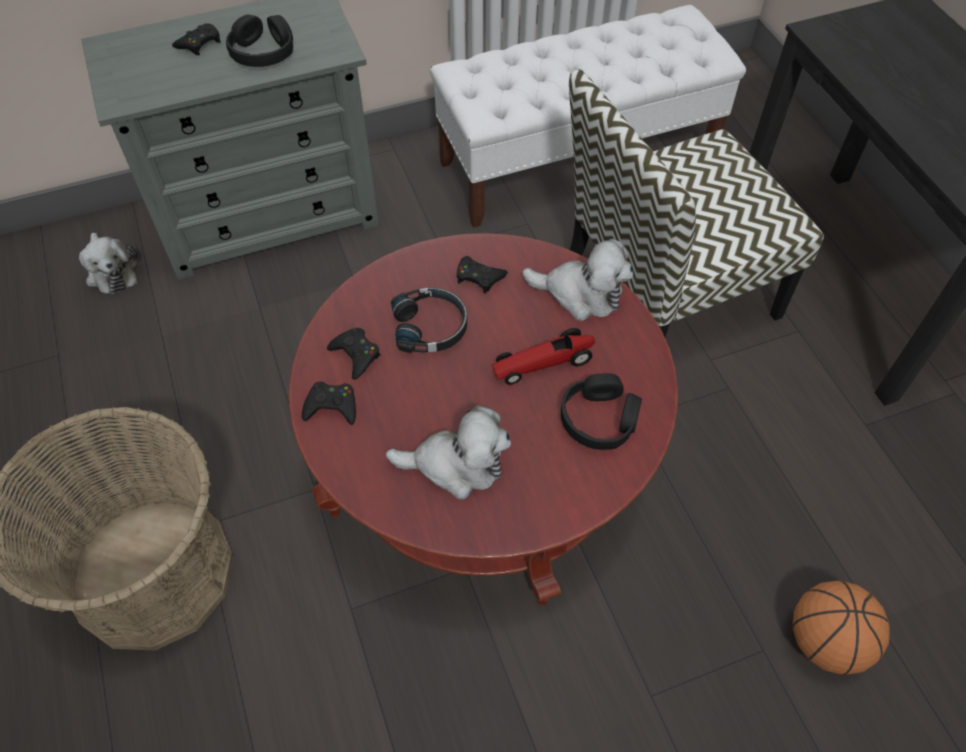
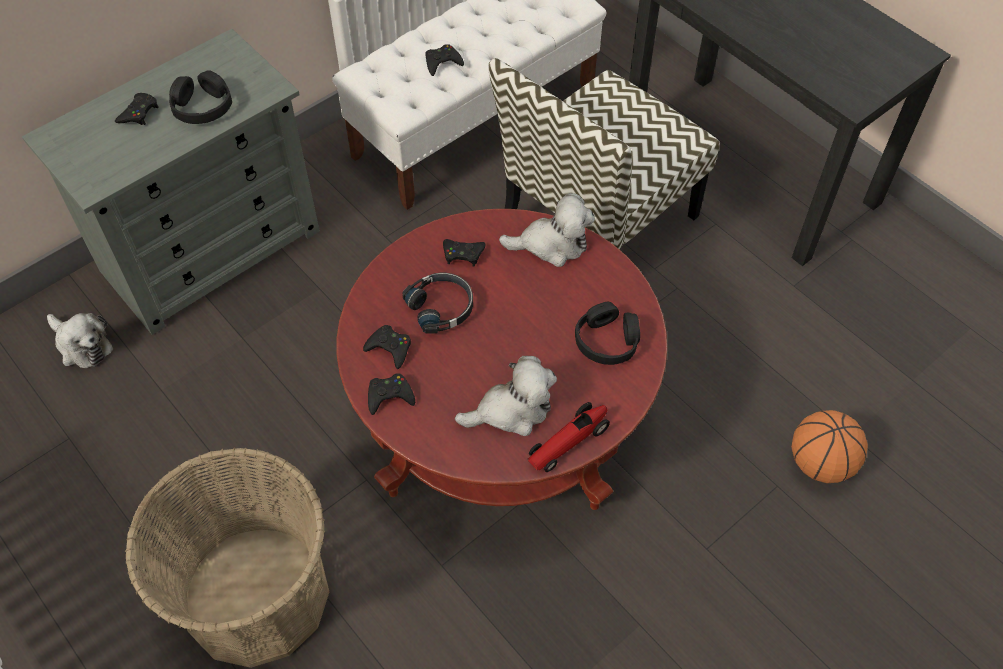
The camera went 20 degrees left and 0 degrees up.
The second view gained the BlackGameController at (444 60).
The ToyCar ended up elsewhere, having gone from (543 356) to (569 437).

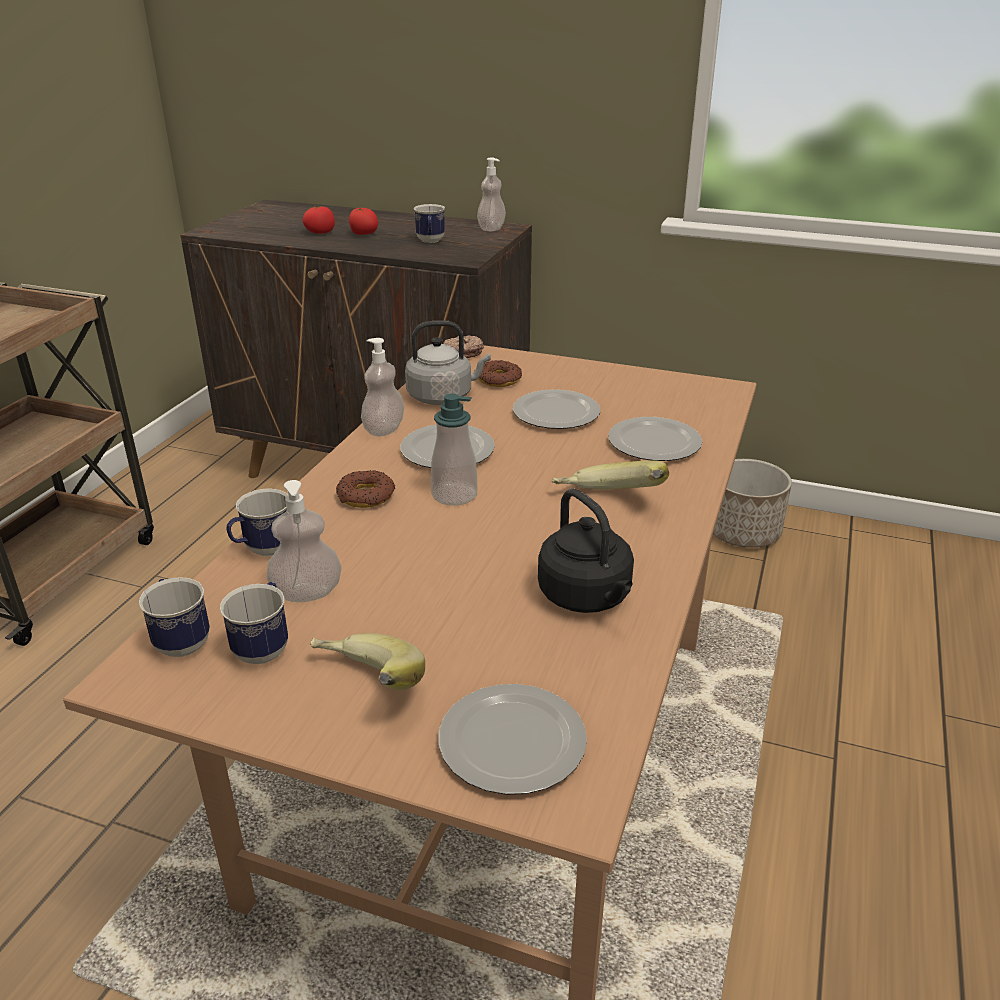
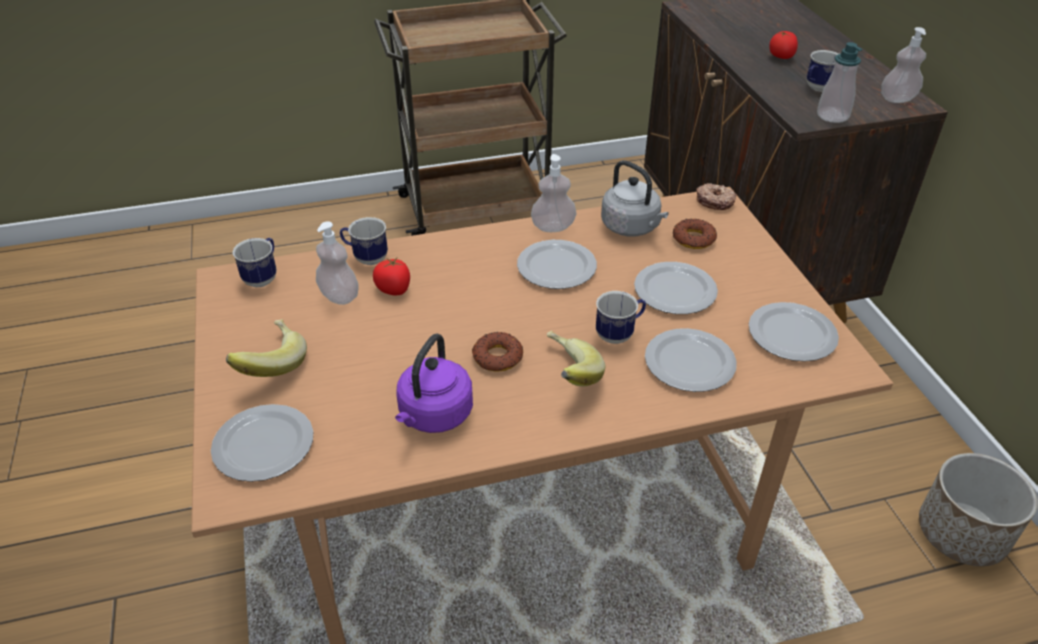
The camera went 55 degrees right and 10 degrees up.
The second view gained the Plate at (794 332).
The Mug ended up elsewhere, having gone from (254 623) to (621 317).
The Tomato ended up elsewhere, having gone from (318 219) to (391 276).
The Donut ended up elsewhere, having gone from (365 489) to (497 352).
The SoapDispenser ended up elsewhere, having gone from (454 450) to (839 82).
What was the BlackKettle at (586 551) turned into the PurpleKettle at (434 383).

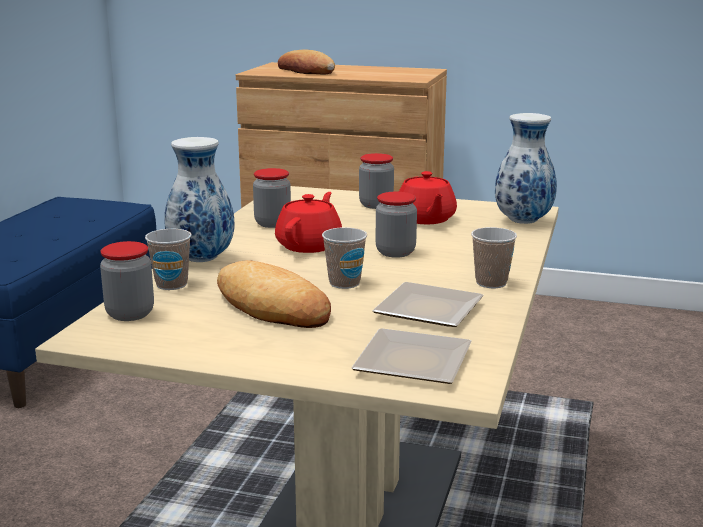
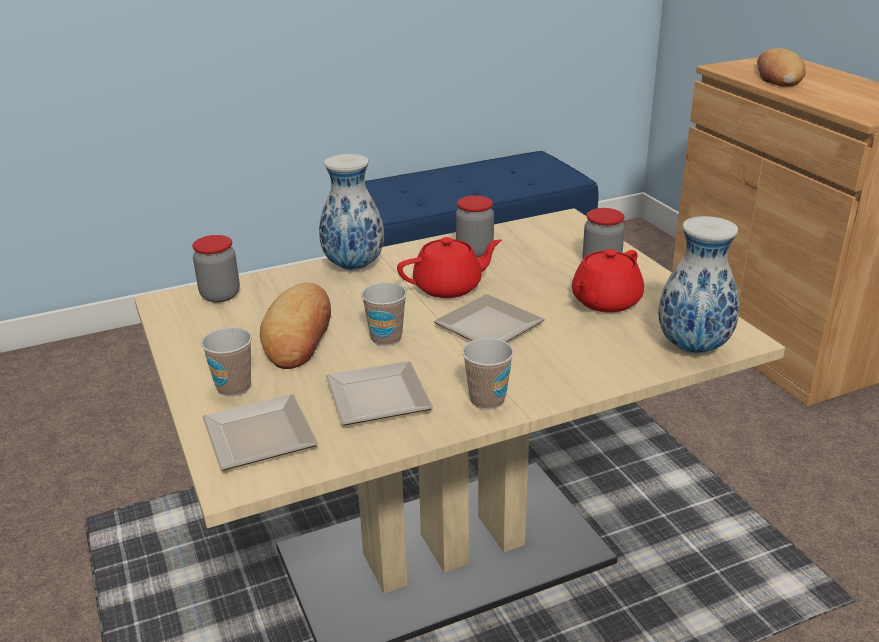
The camera went 50 degrees right and 10 degrees up.
The Cup ended up elsewhere, having gone from (168 259) to (226 362).
Where the Jar stood at (396 225), the Plate came to stand at (489 318).

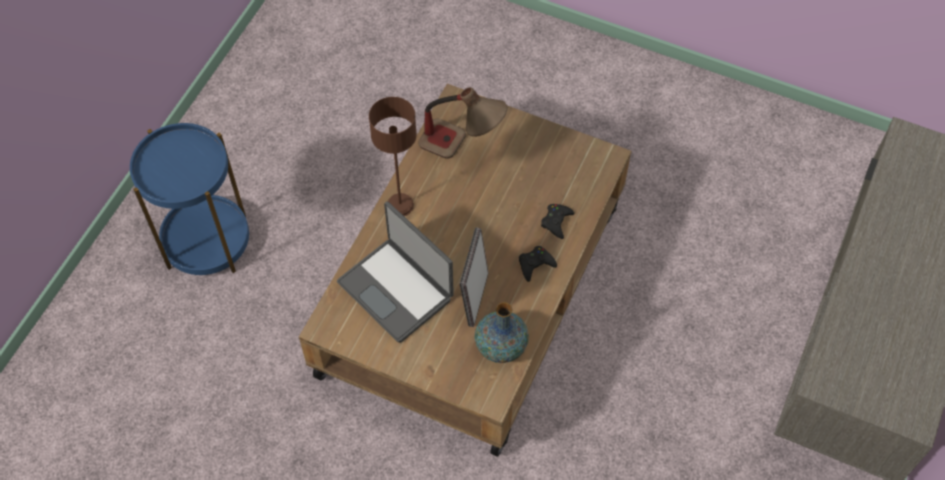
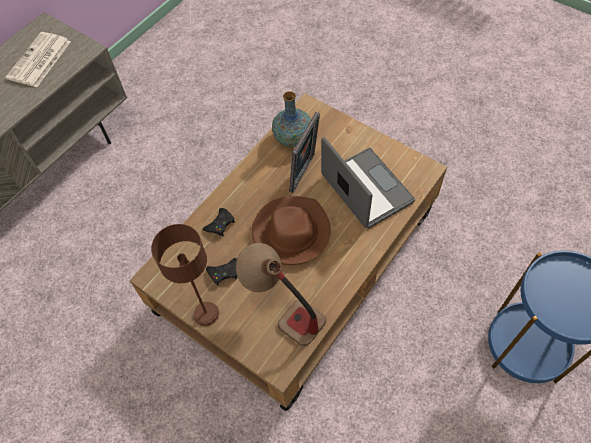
The camera went 165 degrees left and 0 degrees up.
The second view gained the Newspaper at (38 59).
The second view gained the BrownHat at (291 230).
The BrownTableLamp ended up elsewhere, having gone from (393 156) to (185 275).
The BlackGameController ended up elsewhere, having gone from (538 264) to (221 271).

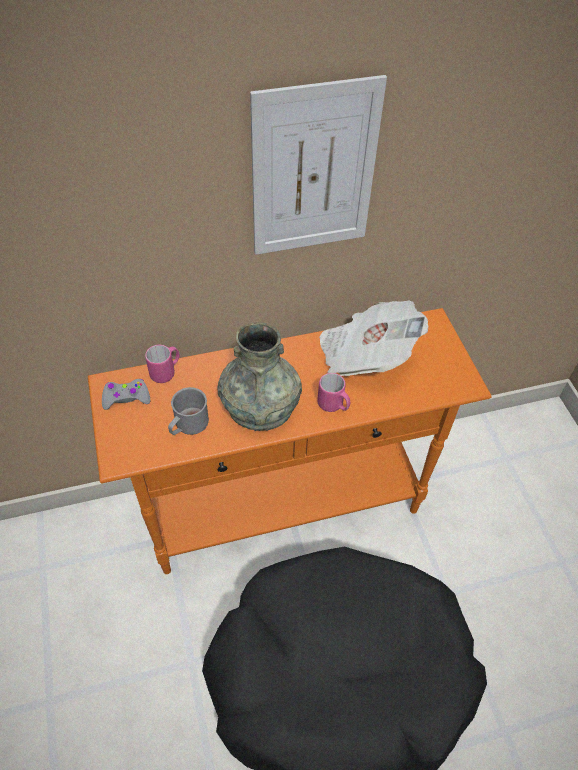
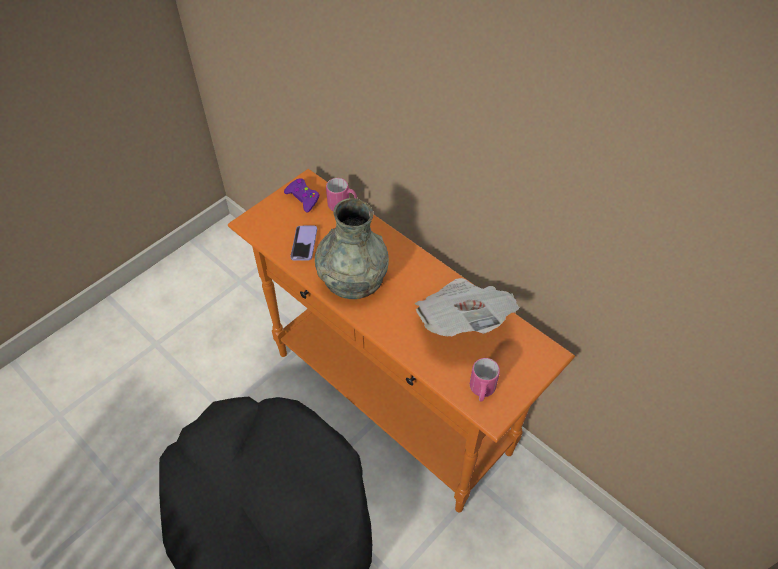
The camera went 60 degrees right and 0 degrees up.
The second view lost the Picture at (318 165).
The PinkMug ended up elsewhere, having gone from (333 392) to (485 379).
Where the GreyMug stood at (188 411), the Phone came to stand at (303 243).
What was the GreyGameController at (126 394) turned into the PurpleGameController at (302 195).

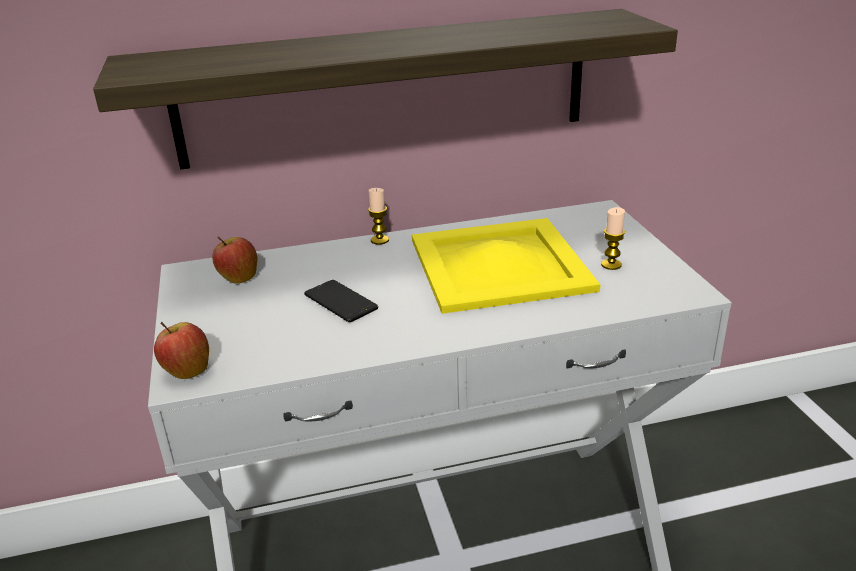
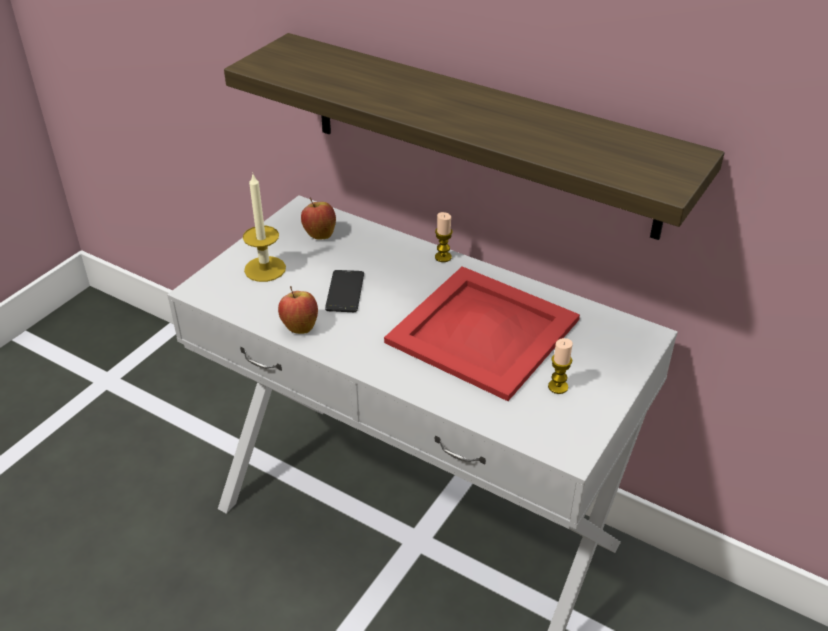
The camera went 45 degrees right and 10 degrees up.
The second view gained the Candle at (264 228).
The Apple ended up elsewhere, having gone from (181 350) to (298 310).
What was the YellowTray at (506 266) turned into the RedTray at (482 333).

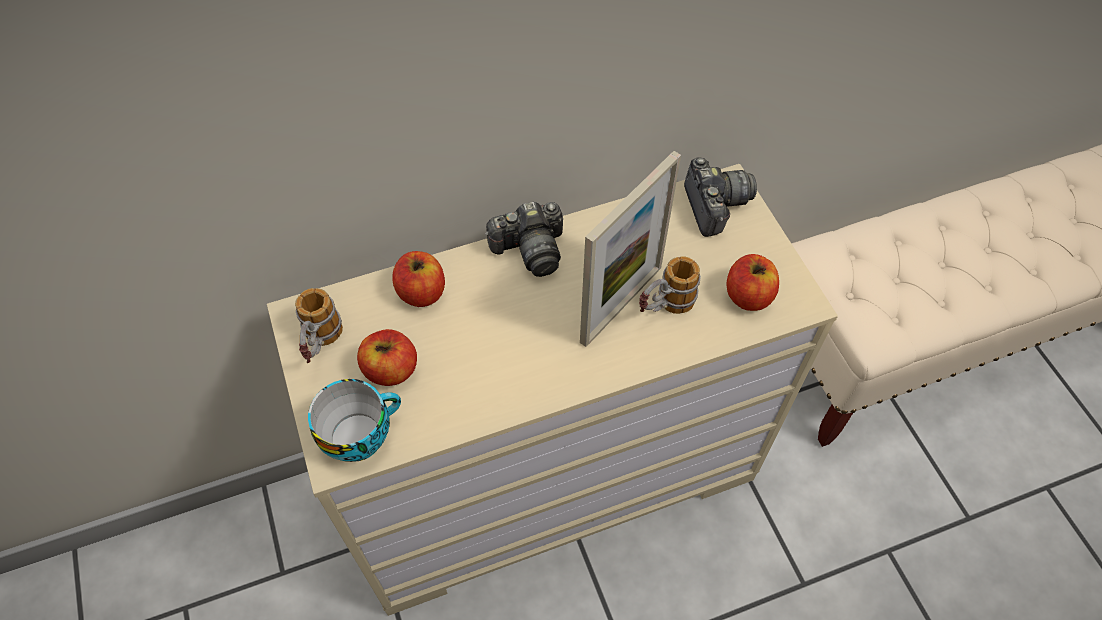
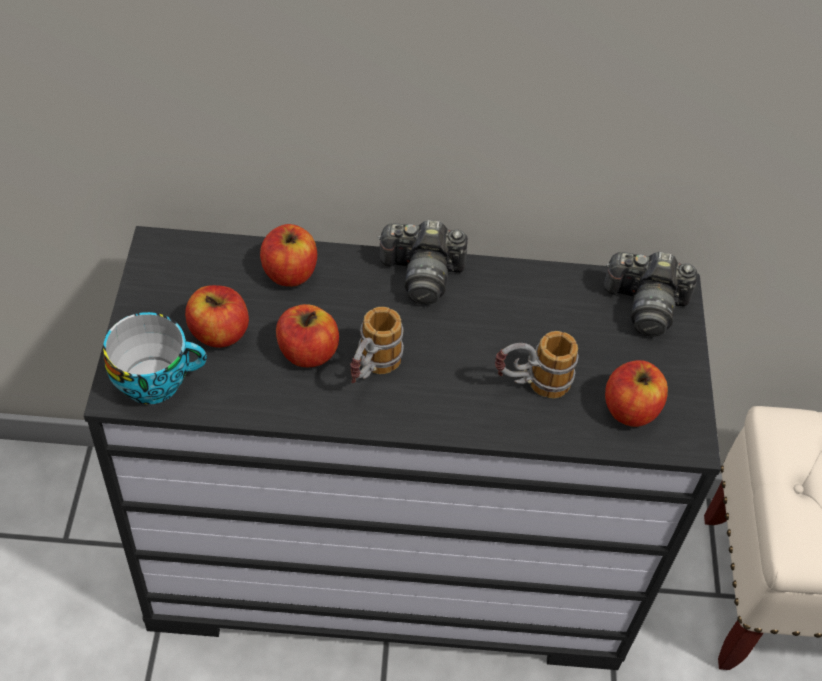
The camera went 20 degrees right and 5 degrees down.
The second view lost the PictureFrame at (630 249).
The second view gained the Apple at (307 335).
The Mug ended up elsewhere, having gone from (319 325) to (377 345).
What was the BeigeDresser at (552 390) turned into the BlackDresser at (402 448).
The PhotoCamera at (720 197) ended up facing another way, 90 degrees clockwise from before.

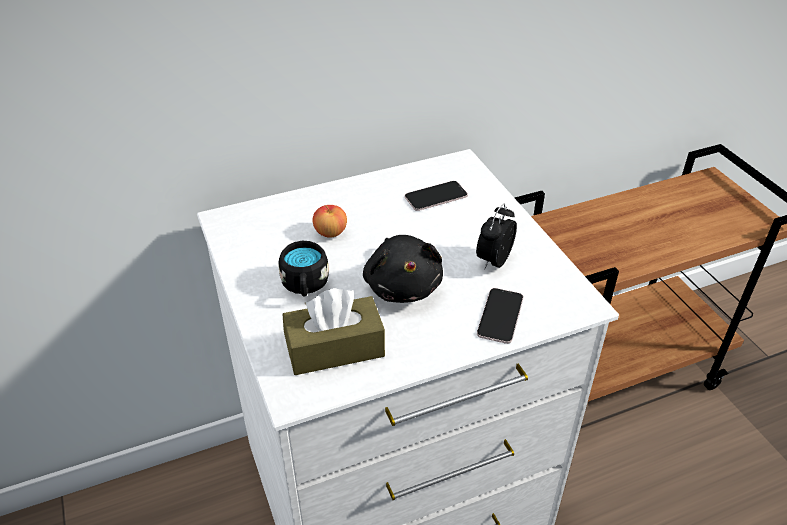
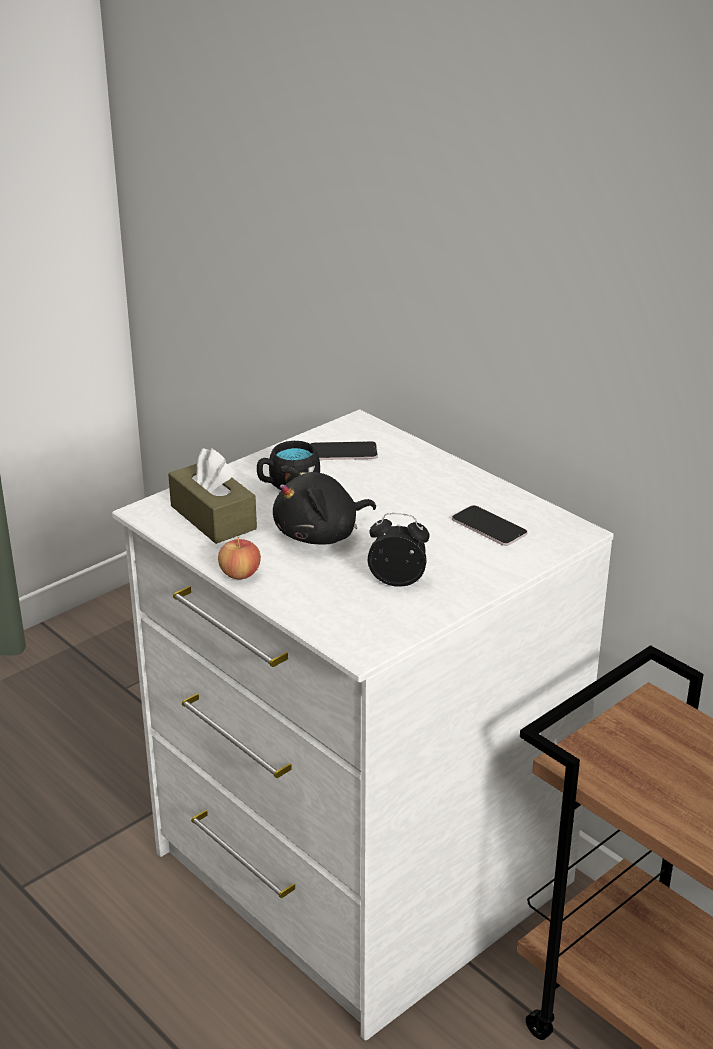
The camera went 70 degrees right and 10 degrees down.
The Apple ended up elsewhere, having gone from (330 221) to (239 558).
The Phone ended up elsewhere, having gone from (500 316) to (344 450).

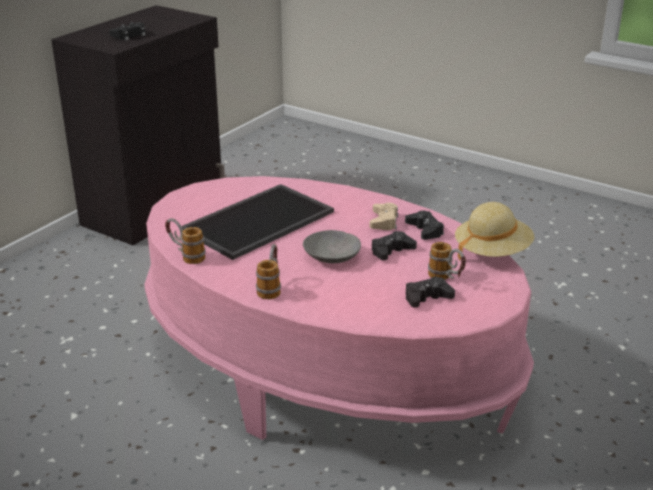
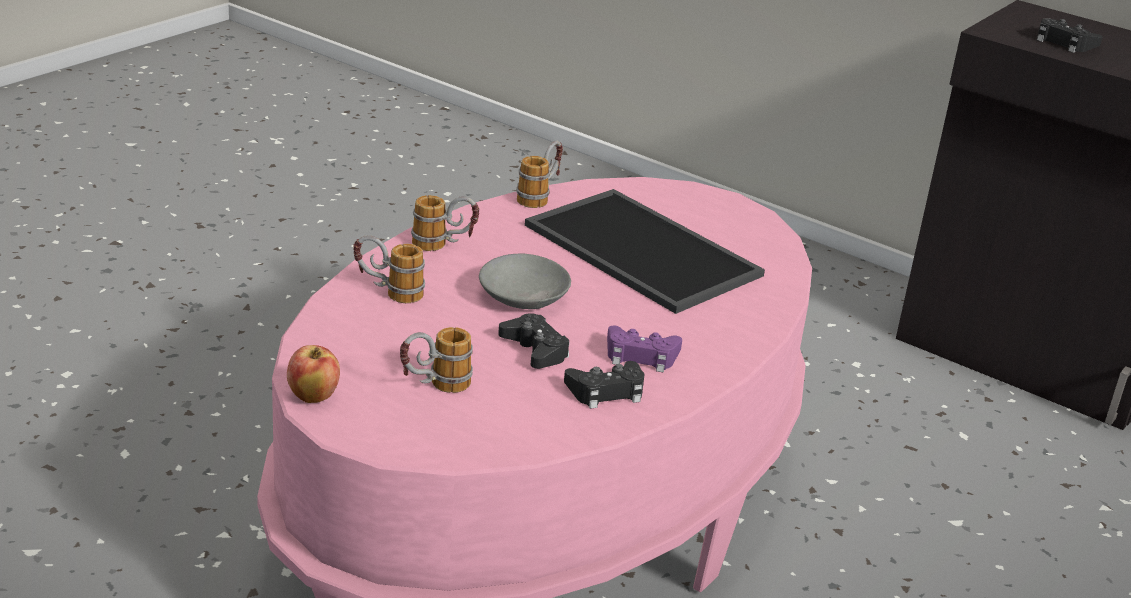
The camera went 90 degrees right and 0 degrees up.
The second view lost the BlackGameController at (430 292).
The second view lost the BeigeHat at (494 231).
The second view gained the Apple at (313 374).
The second view gained the Mug at (389 269).
What was the BeigeGameController at (384 216) turned into the PurpleGameController at (644 349).

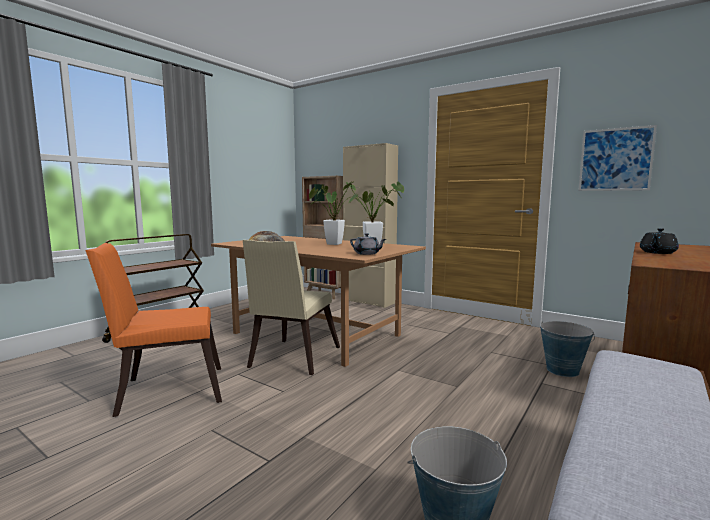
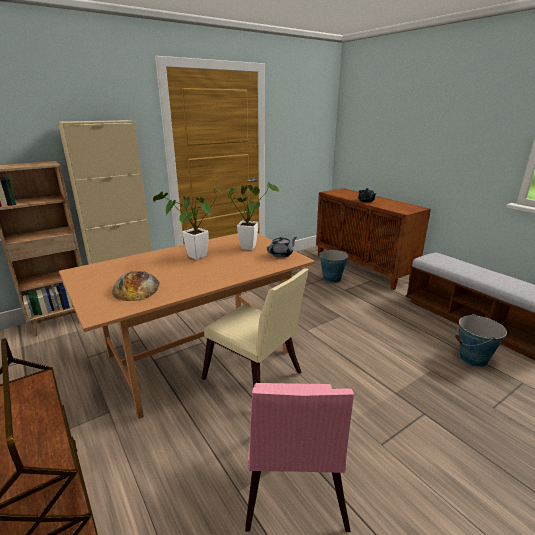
The camera went 70 degrees left and 15 degrees up.
The second view lost the Picture at (617 158).
What was the OrangeChair at (153 330) turned into the PinkChair at (299 457).

